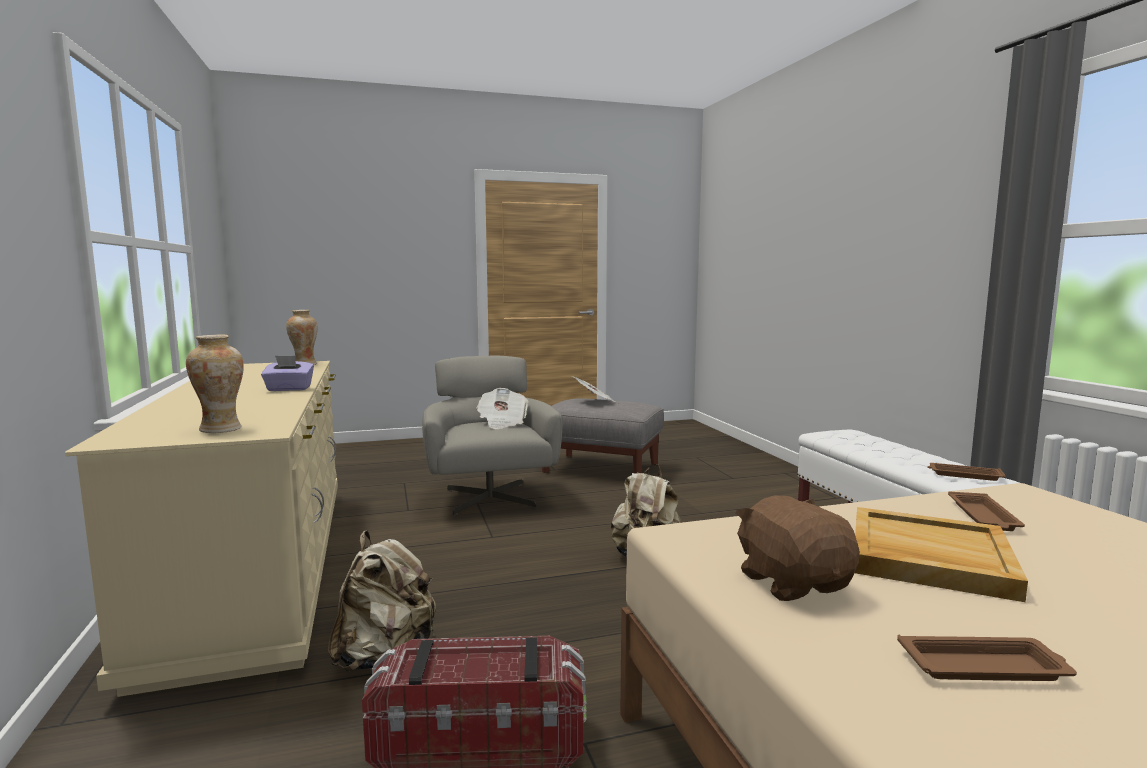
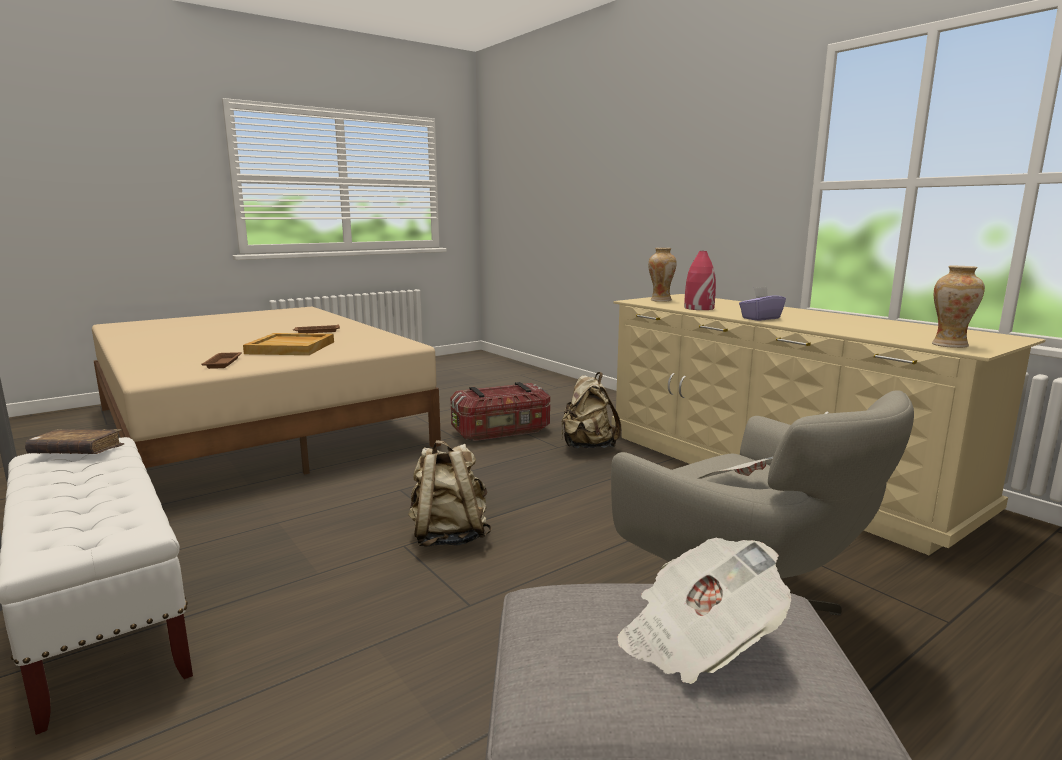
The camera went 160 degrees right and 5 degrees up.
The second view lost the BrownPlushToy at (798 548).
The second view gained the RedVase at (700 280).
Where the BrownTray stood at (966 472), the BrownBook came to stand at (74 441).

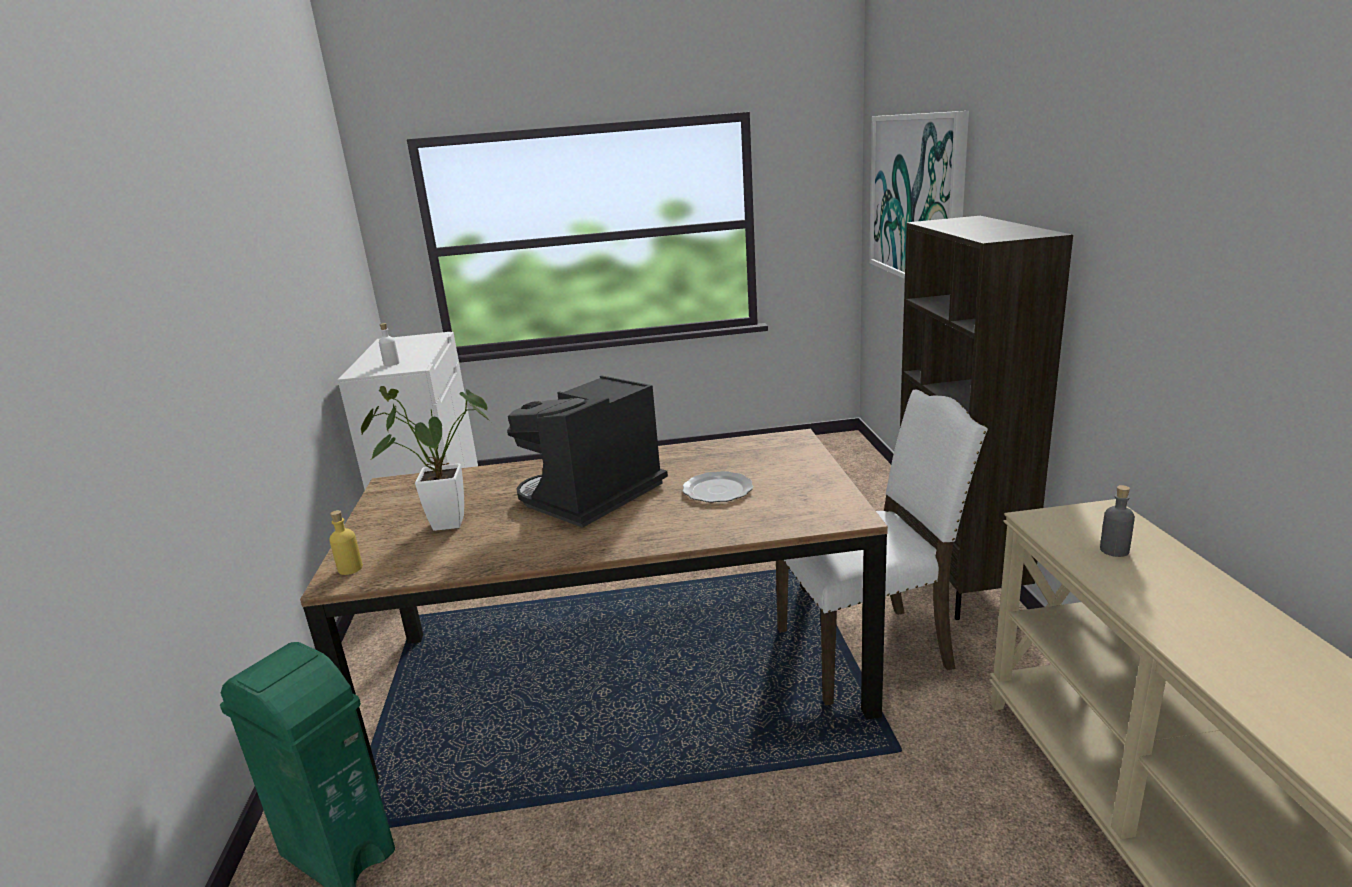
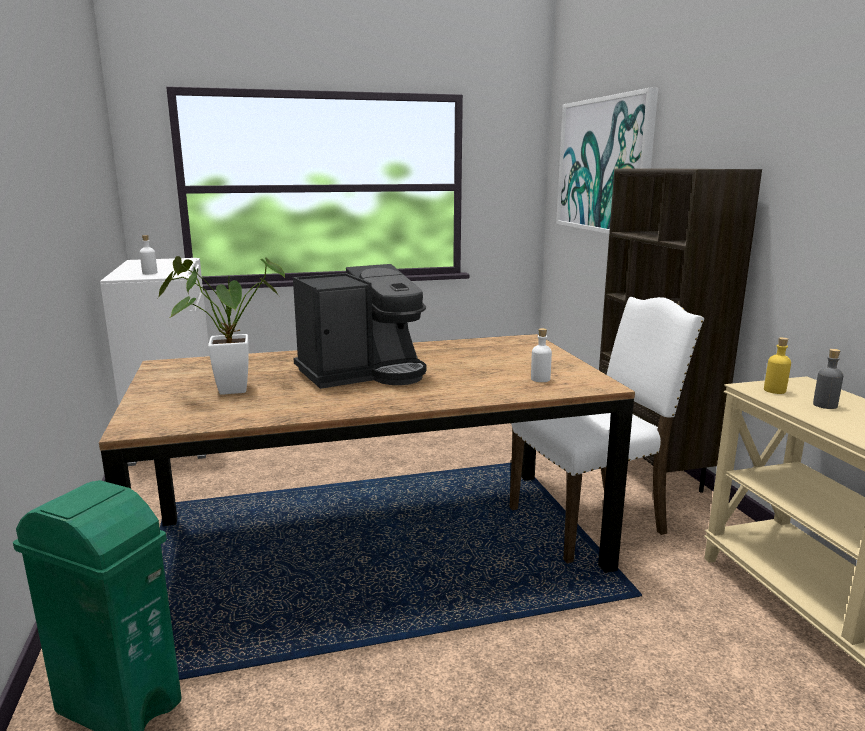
The camera went 10 degrees left and 5 degrees down.
The second view lost the Plate at (718 487).
The second view gained the WhiteBottle at (541 355).
The YellowBottle ended up elsewhere, having gone from (346 542) to (777 365).
The CoffeeMachine at (587 451) ended up facing another way, 150 degrees counterclockwise from before.

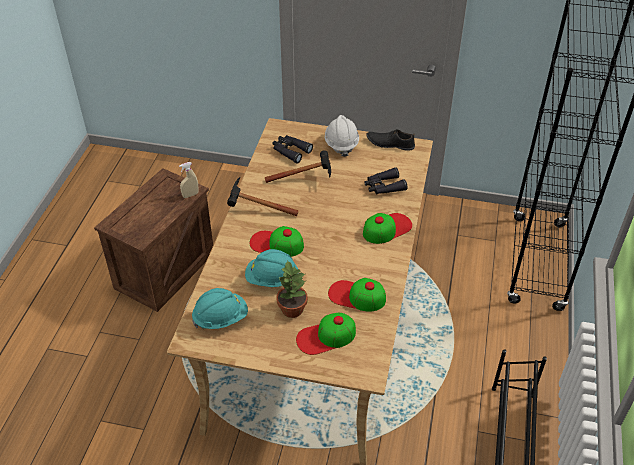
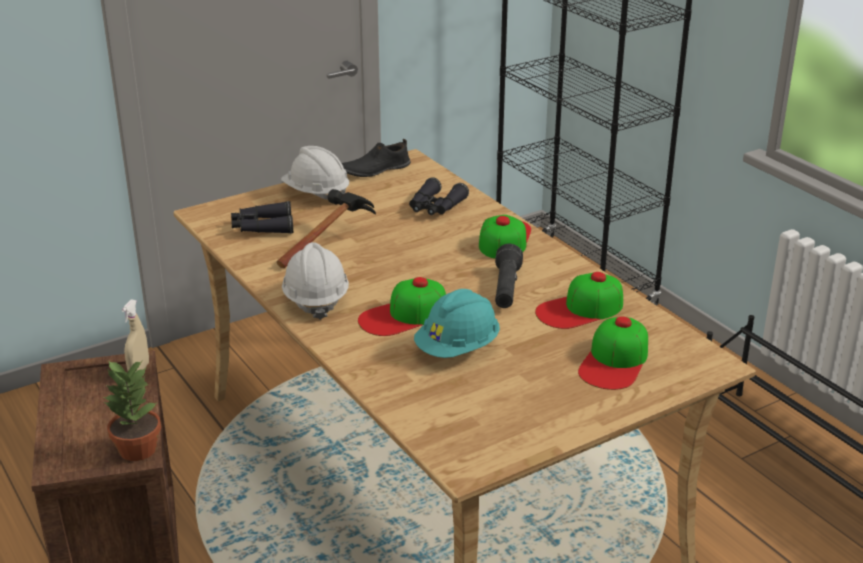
The camera went 45 degrees left and 15 degrees down.
The second view lost the TurquoiseHardHat at (220 308).
The second view gained the BlackFlashlight at (509 276).
The PottedPlant ended up elsewhere, having gone from (292 289) to (132 410).
Where the Hammer stood at (263 196), the WhiteHardHat came to stand at (315 281).

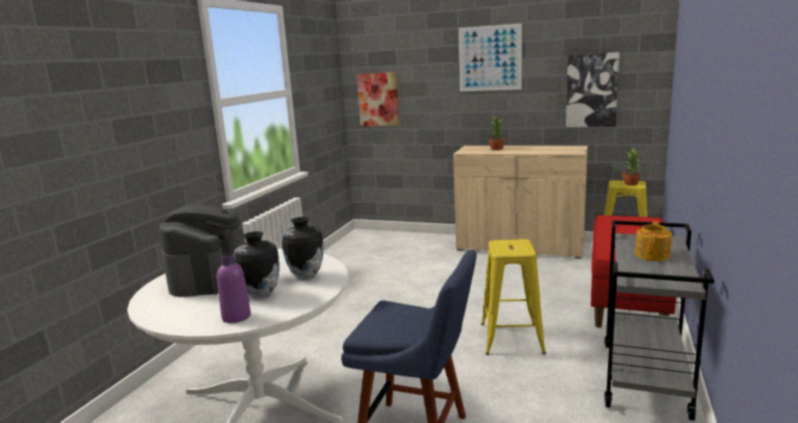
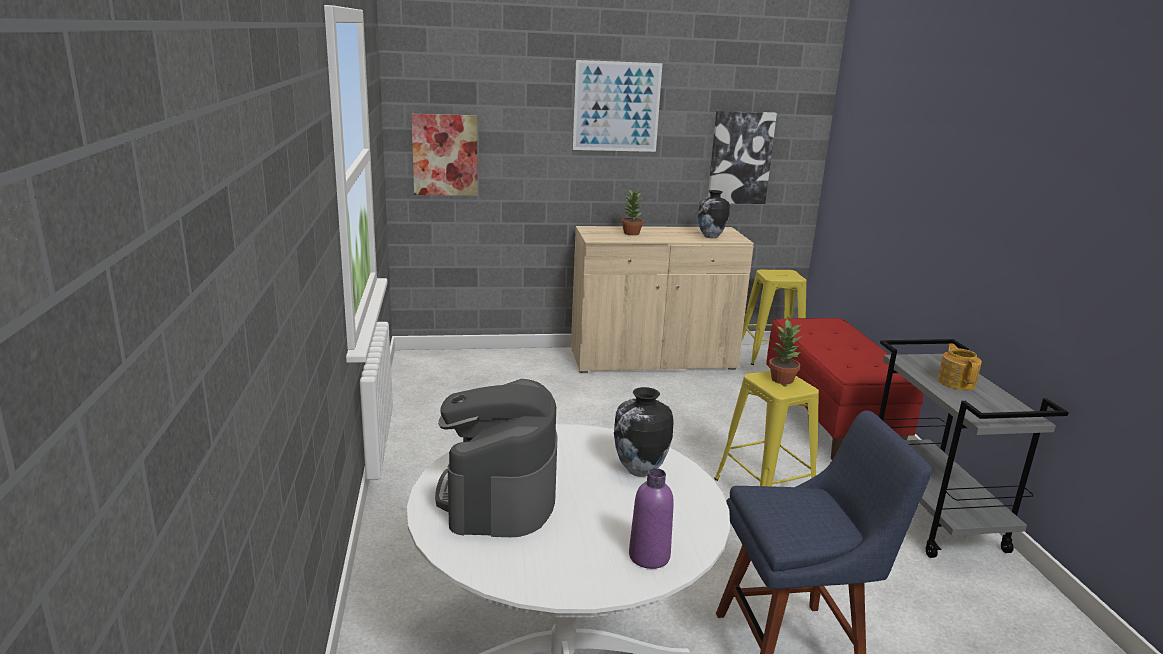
The camera went 30 degrees left and 5 degrees up.
The Vase ended up elsewhere, having gone from (257 265) to (714 214).
The PottedPlant ended up elsewhere, having gone from (631 167) to (785 351).
The CoffeeMachine at (200 251) ended up facing another way, 150 degrees counterclockwise from before.

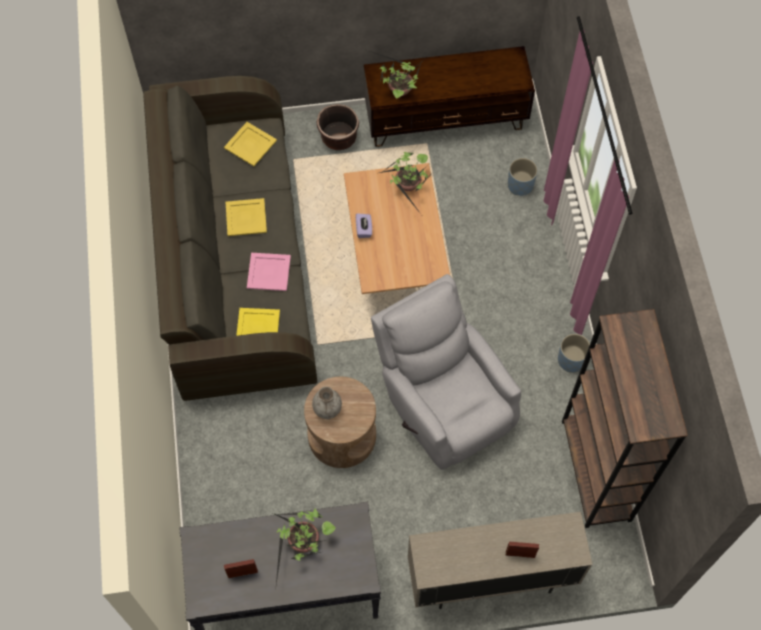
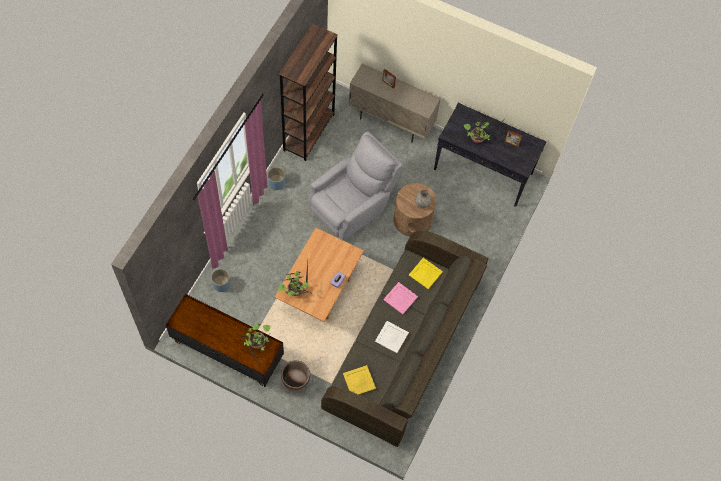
The camera went 150 degrees left and 0 degrees up.
What was the YellowTray at (246 217) turned into the WhiteTray at (392 337).
The GreyArmchair at (446 372) ended up facing another way, 135 degrees counterclockwise from before.

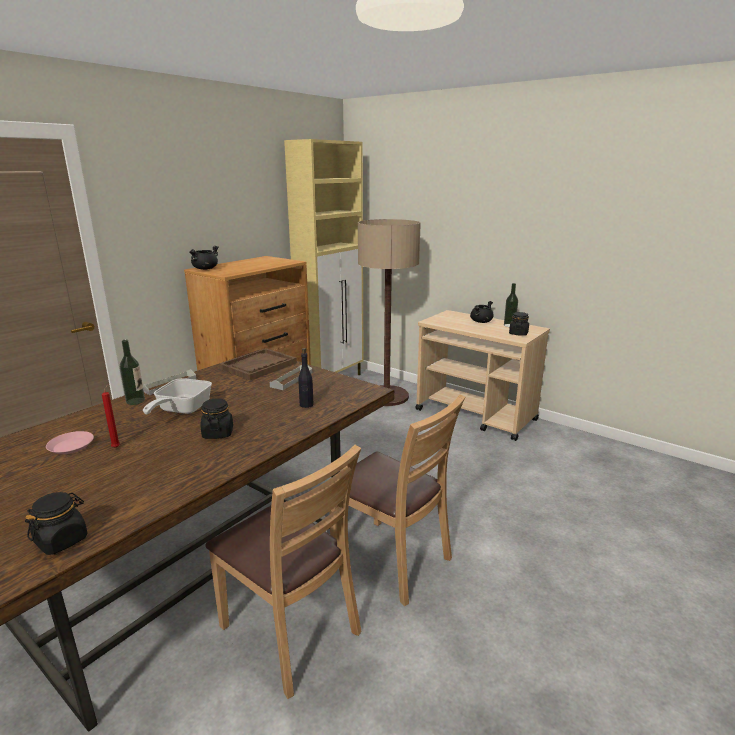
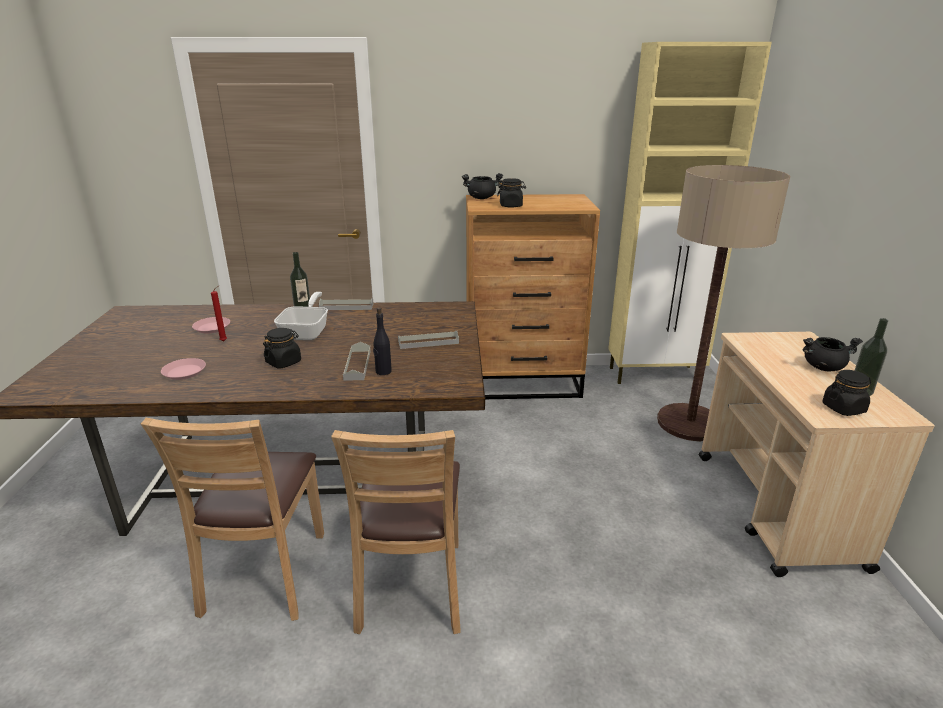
The camera went 50 degrees right and 5 degrees up.
The second view lost the BrownTray at (258 364).
The second view gained the PinkPlate at (183 369).
The second view gained the GreyTray at (357 361).
The BlackJar ended up elsewhere, having gone from (56 523) to (511 193).
The FryingPan at (177 396) ended up facing another way, 120 degrees clockwise from before.

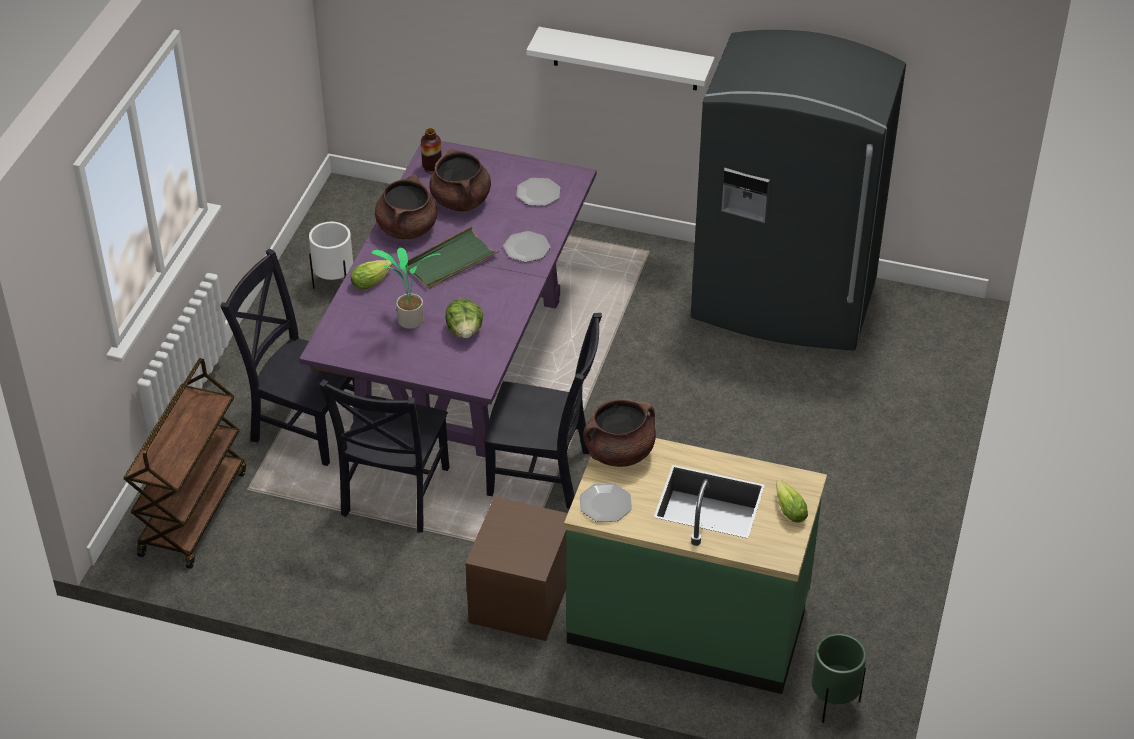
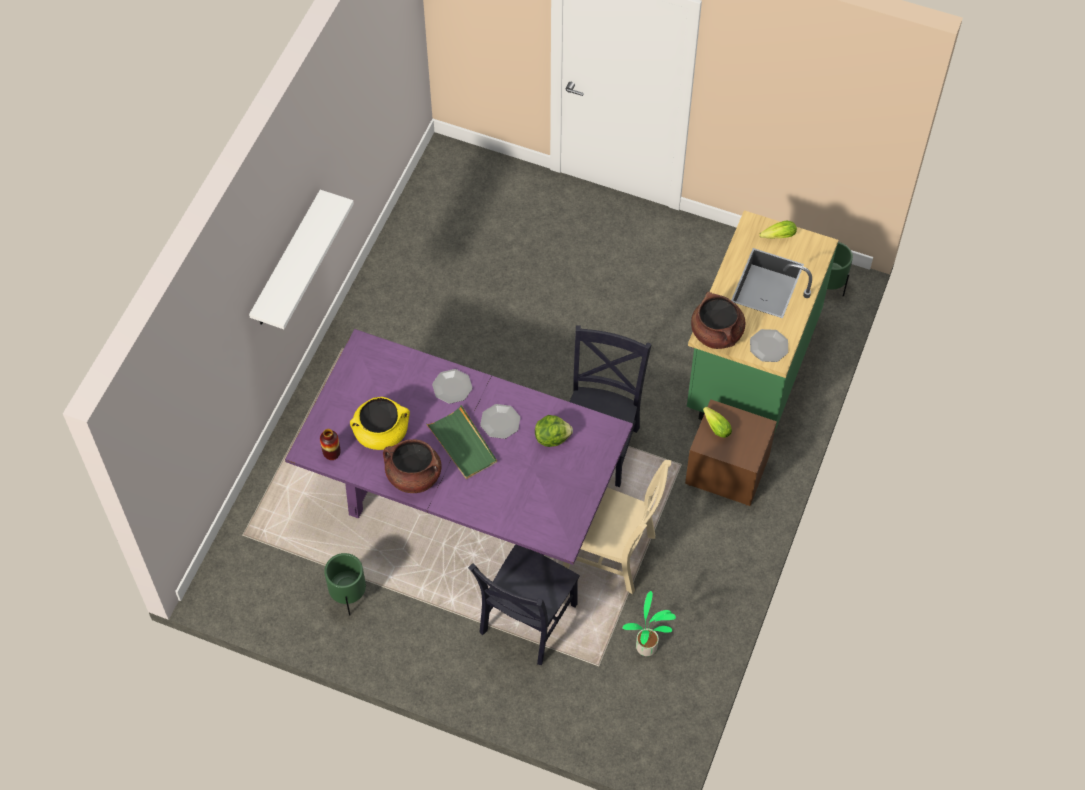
The camera went 85 degrees left and 15 degrees up.
The second view lost the BrownCart at (185 463).
The second view lost the GreyFridge at (798 190).
The Lettuce ended up elsewhere, having gone from (371 275) to (717 422).
The PottedPlant ended up elsewhere, having gone from (406 288) to (649 623).
The Plate ended up elsewhere, having gone from (538 192) to (500 421).
What was the WhitePlanter at (331 255) turned into the GreenPlanter at (345 584).
What was the BlackChair at (384 455) turned into the BeigeChair at (617 527).
What was the BrownCookingPot at (460 180) turned into the YellowCookingPot at (380 423).

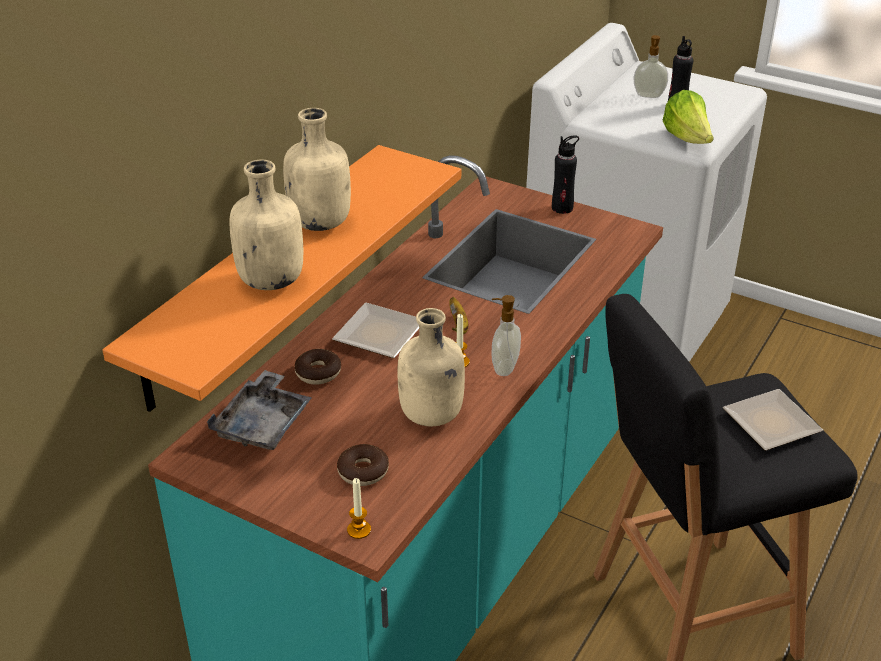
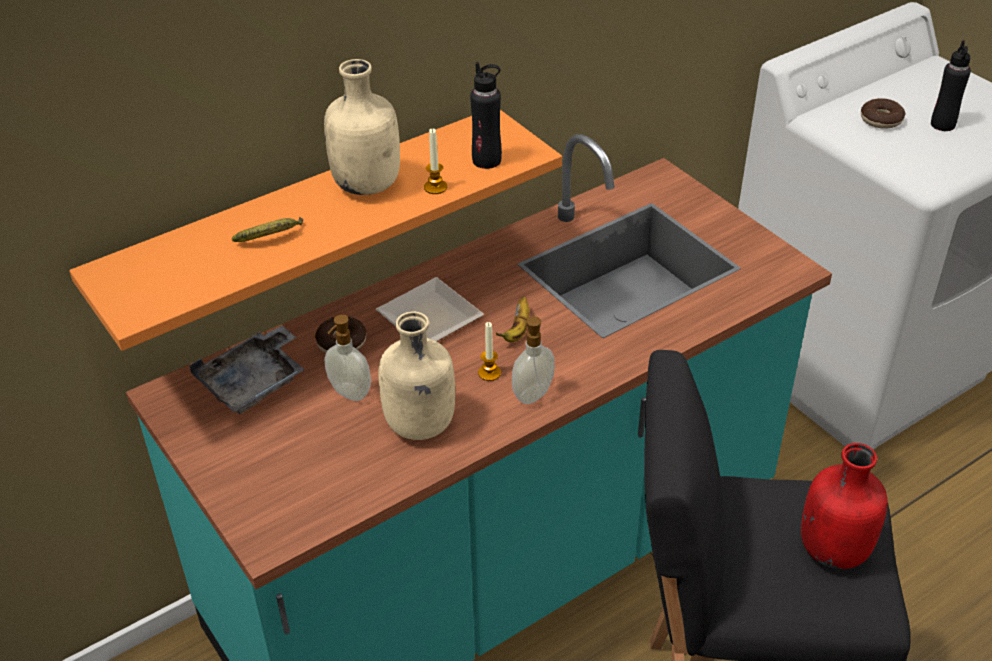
The camera went 25 degrees right and 5 degrees up.
The second view lost the Lettuce at (688 117).
The Donut ended up elsewhere, having gone from (363 465) to (883 113).
The Candle ended up elsewhere, having gone from (359 508) to (435 161).
The BlackBottle ended up elsewhere, having gone from (565 174) to (486 115).
The SoapDispenser ended up elsewhere, having gone from (650 66) to (347 358).
Where the BeigeBottle stood at (266 225), the Banana came to stand at (267 229).
Where the Plate stood at (773 420), the RedBottle came to stand at (844 506).

